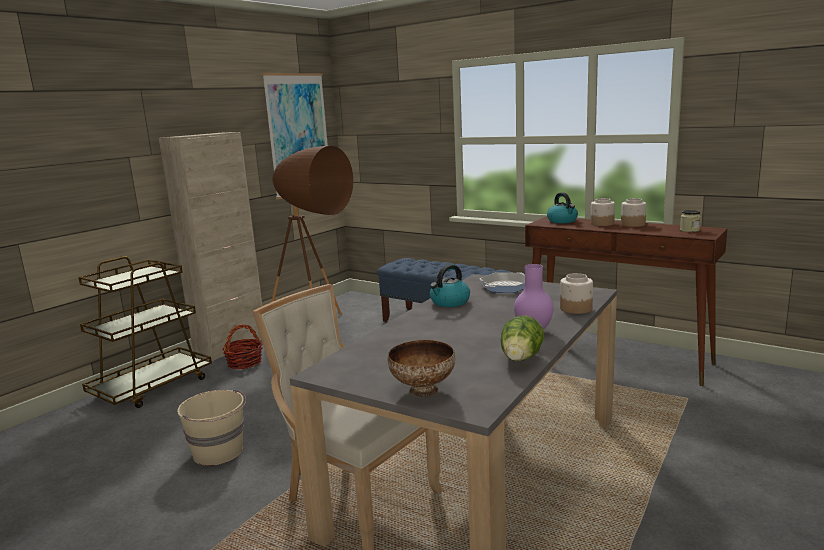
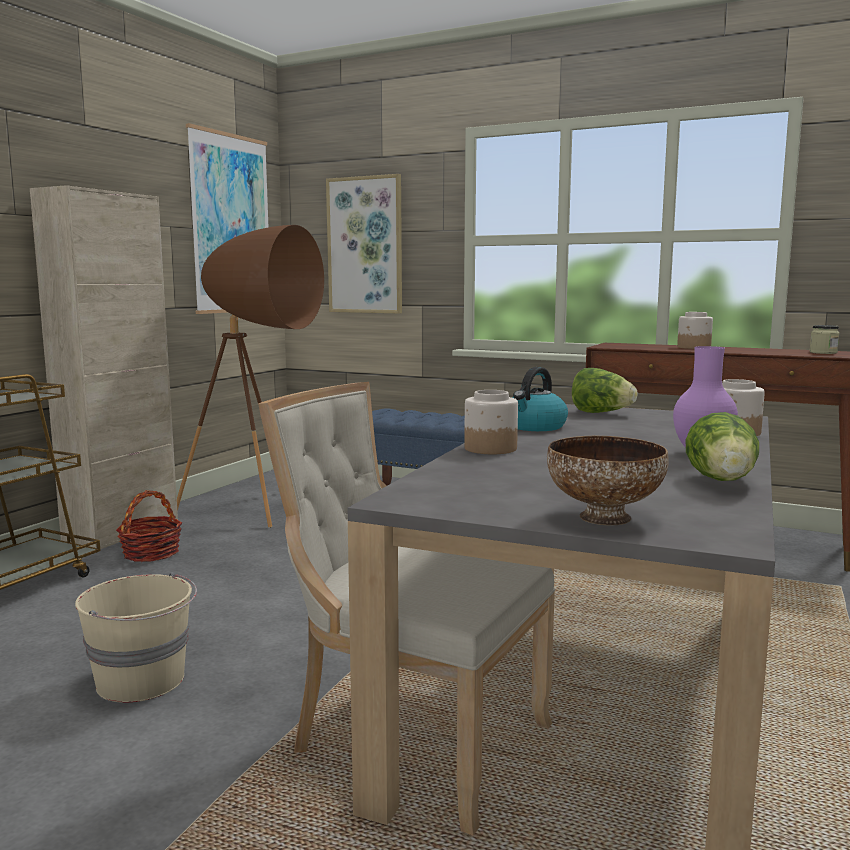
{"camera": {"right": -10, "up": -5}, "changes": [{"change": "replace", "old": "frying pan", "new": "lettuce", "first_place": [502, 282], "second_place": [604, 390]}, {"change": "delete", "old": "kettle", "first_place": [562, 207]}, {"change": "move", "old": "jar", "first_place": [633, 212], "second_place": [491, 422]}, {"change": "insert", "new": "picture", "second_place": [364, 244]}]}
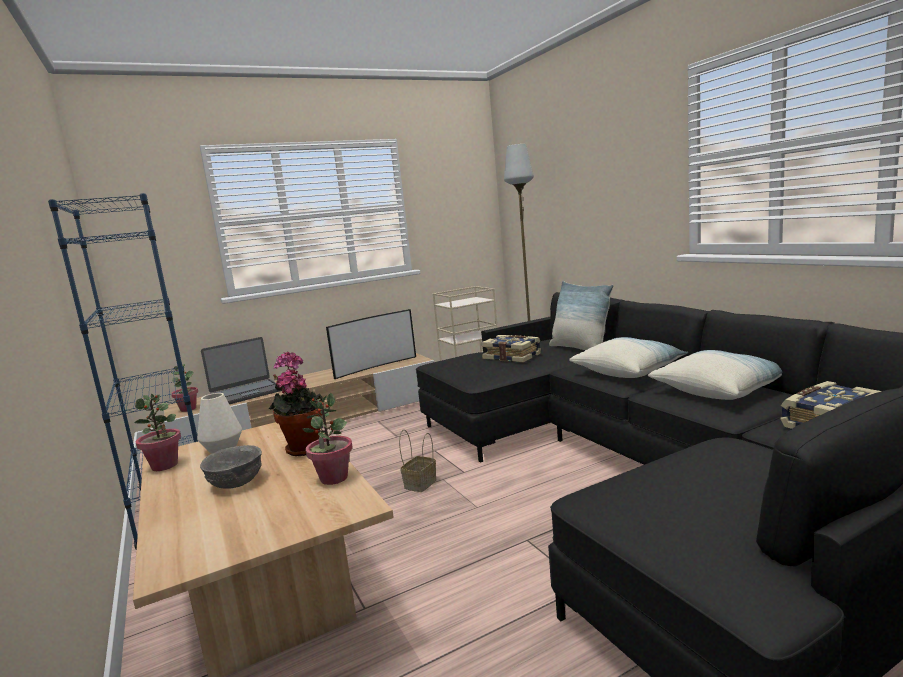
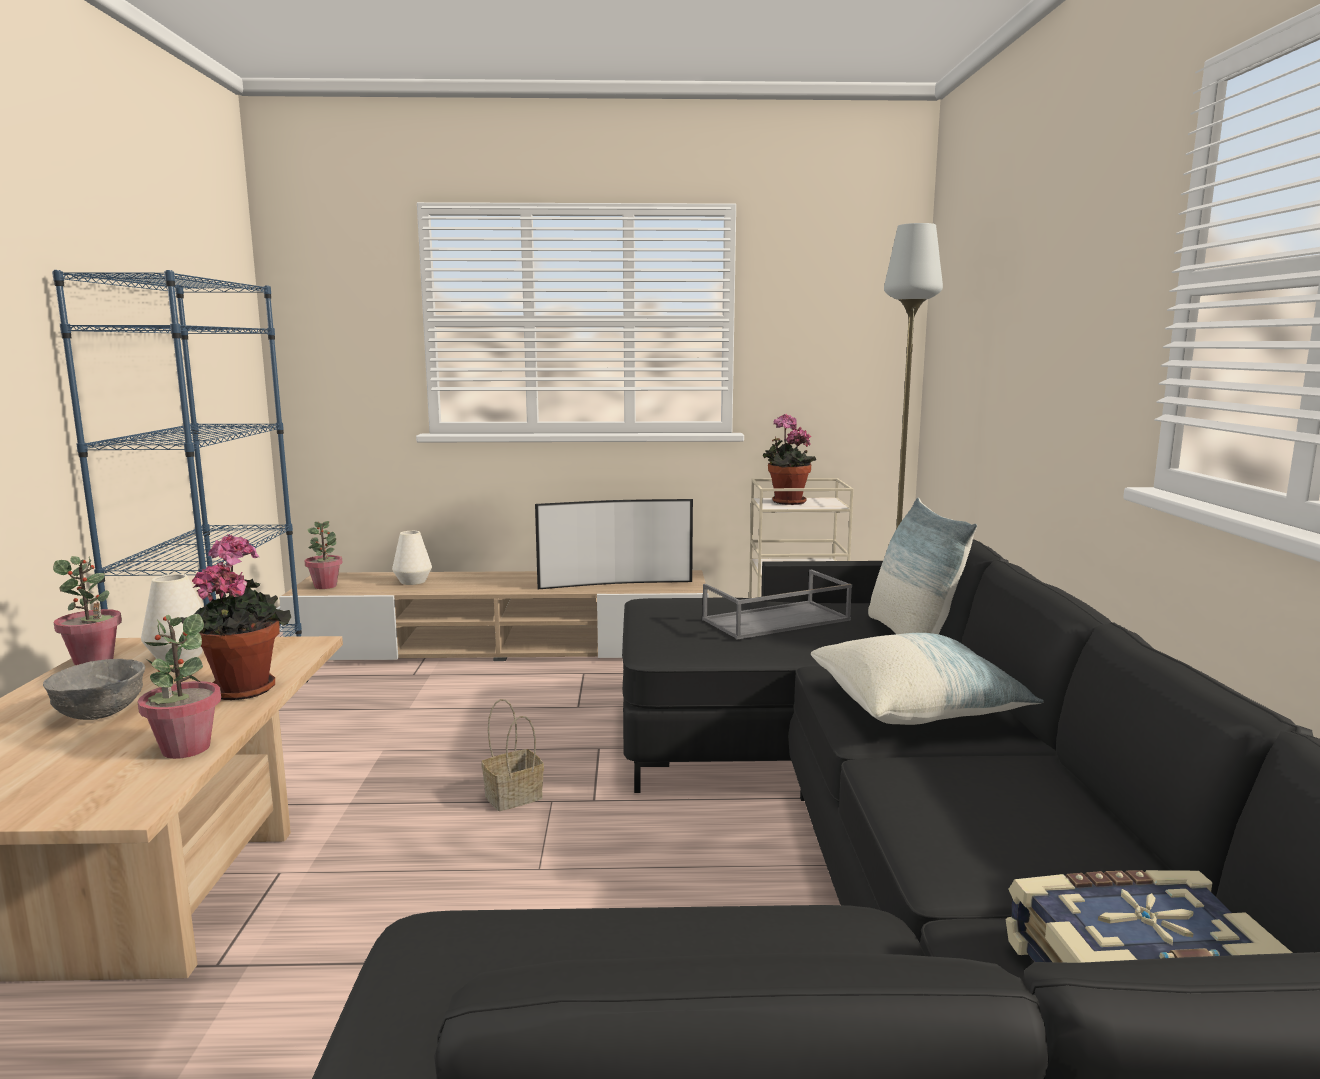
{"camera": {"right": 25, "up": 0}, "changes": [{"change": "replace", "old": "laptop", "new": "white vase", "first_place": [241, 370], "second_place": [412, 558]}, {"change": "replace", "old": "book", "new": "grey tray", "first_place": [511, 348], "second_place": [777, 604]}, {"change": "delete", "old": "pillow", "first_place": [715, 375]}, {"change": "insert", "new": "potted plant", "second_place": [790, 459]}]}
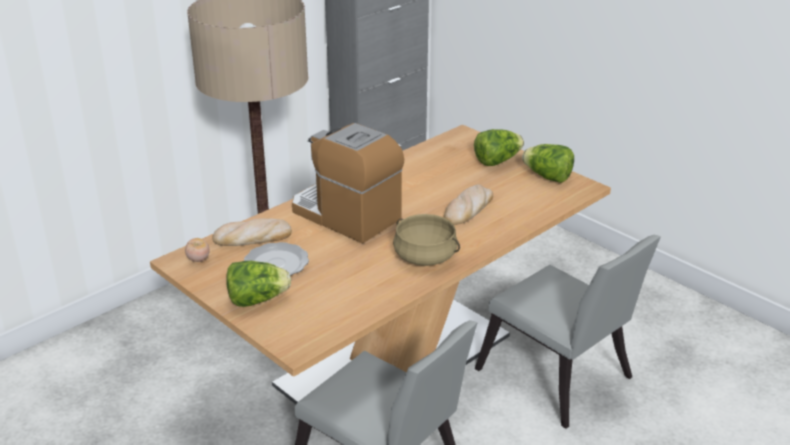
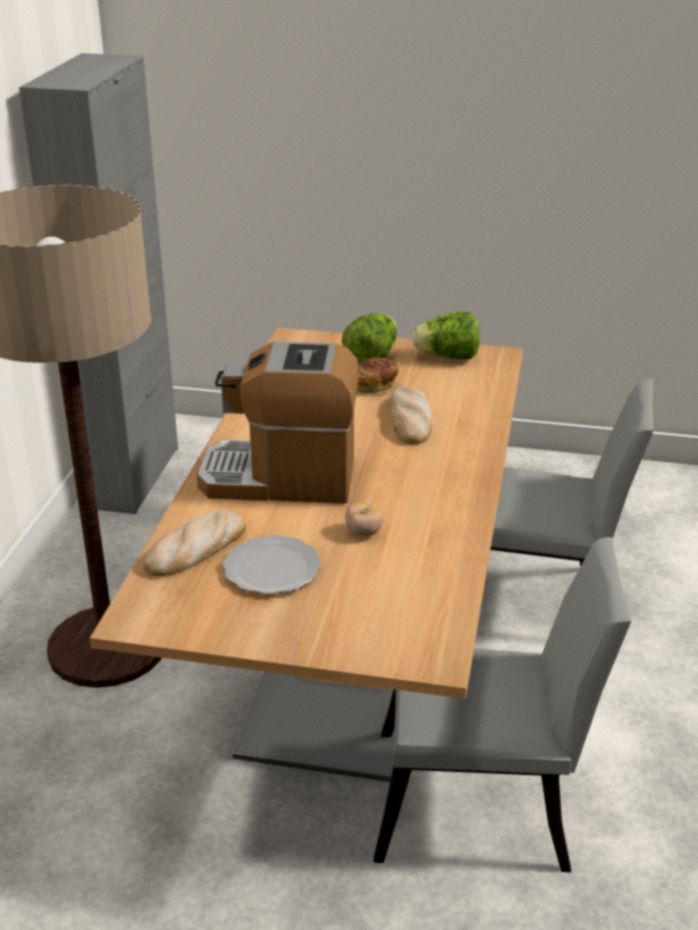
{"camera": {"right": -35, "up": 0}, "changes": [{"change": "move", "old": "tomato", "first_place": [197, 250], "second_place": [364, 519]}, {"change": "delete", "old": "lettuce", "first_place": [258, 284]}, {"change": "delete", "old": "beige cooking pot", "first_place": [426, 240]}, {"change": "insert", "new": "bread", "second_place": [378, 376]}]}
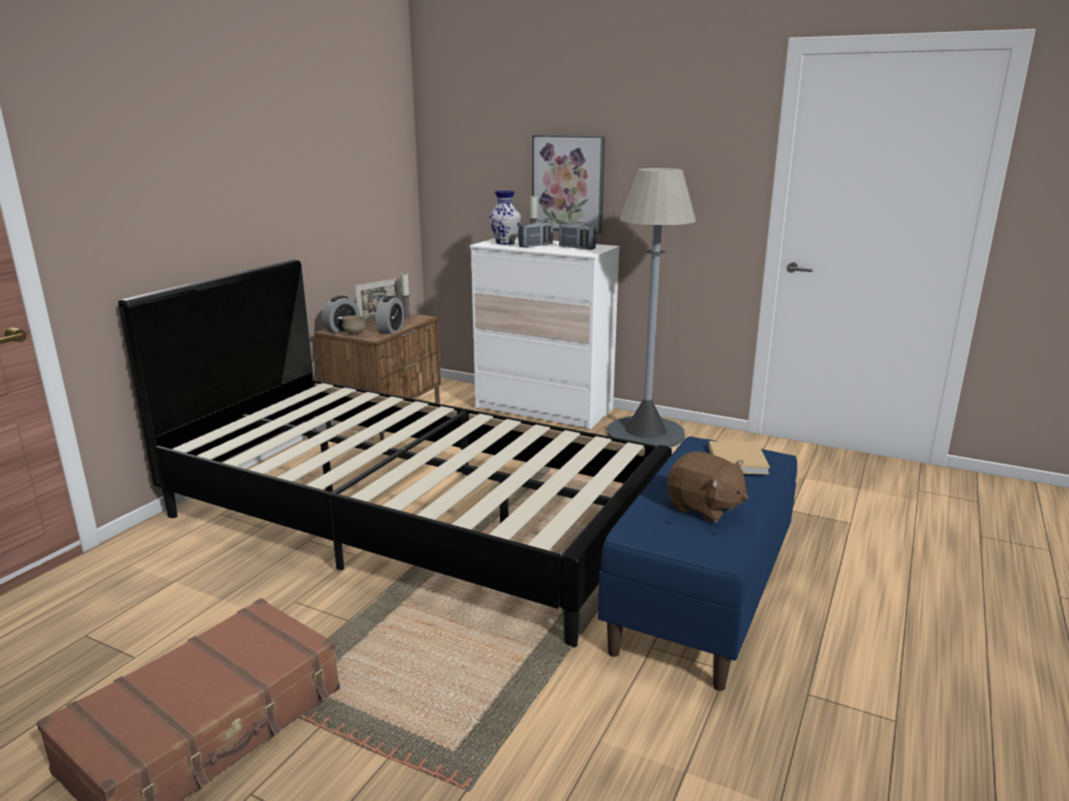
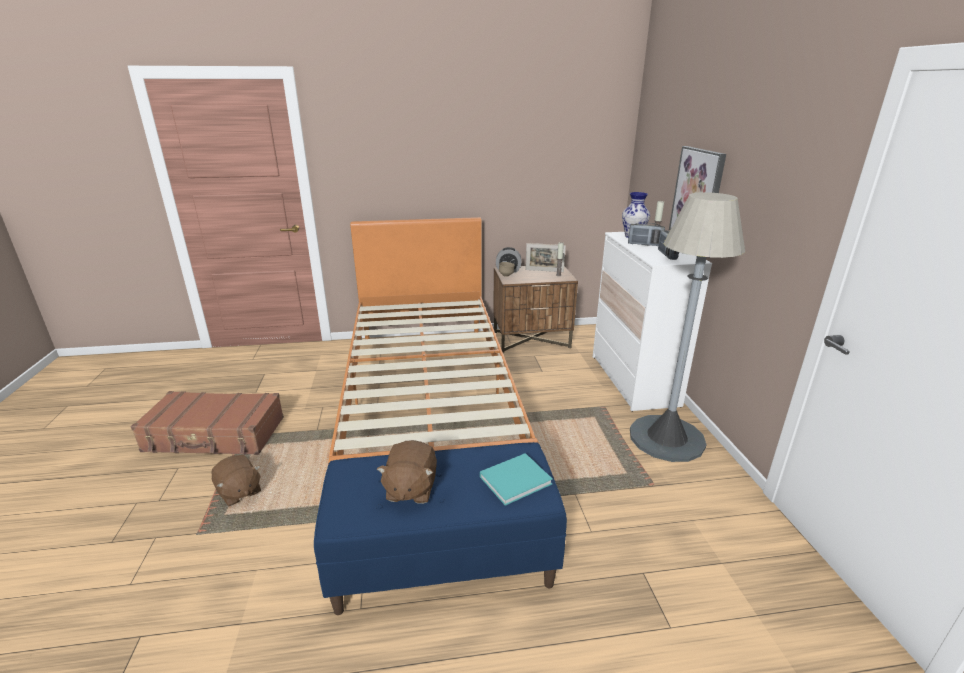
{"camera": {"right": 55, "up": 5}, "changes": [{"change": "recolor", "old": "black bed", "new": "orange bed", "first_place": [395, 454], "second_place": [433, 340]}, {"change": "delete", "old": "alarm clock", "first_place": [389, 315]}, {"change": "recolor", "old": "beige book", "new": "turquoise book", "first_place": [739, 458], "second_place": [516, 479]}, {"change": "insert", "new": "brown plush toy", "second_place": [236, 480]}]}
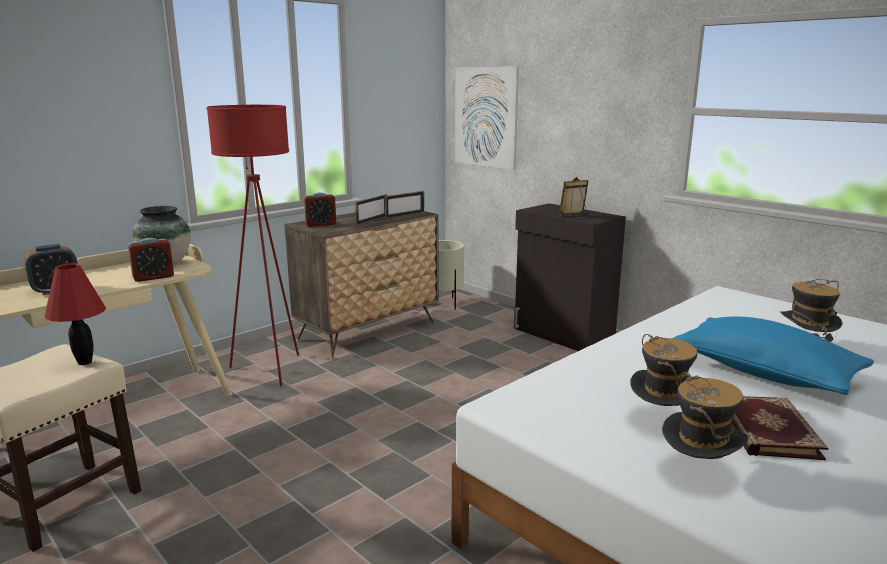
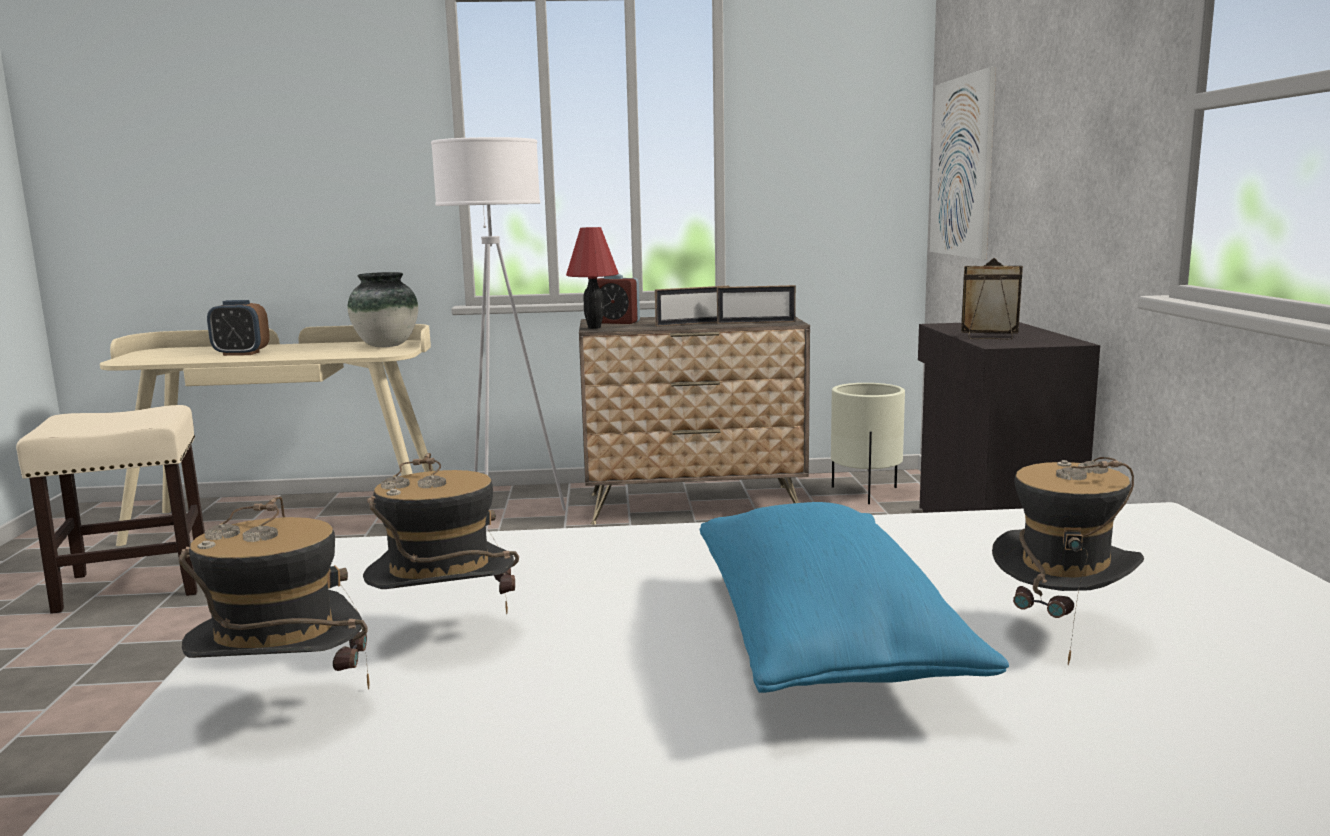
{"camera": {"right": 40, "up": -5}, "changes": [{"change": "move", "old": "red table lamp", "first_place": [75, 314], "second_place": [592, 278]}, {"change": "delete", "old": "alarm clock", "first_place": [151, 260]}, {"change": "recolor", "old": "red floor lamp", "new": "white floor lamp", "first_place": [253, 245], "second_place": [498, 334]}, {"change": "delete", "old": "book", "first_place": [780, 428]}]}
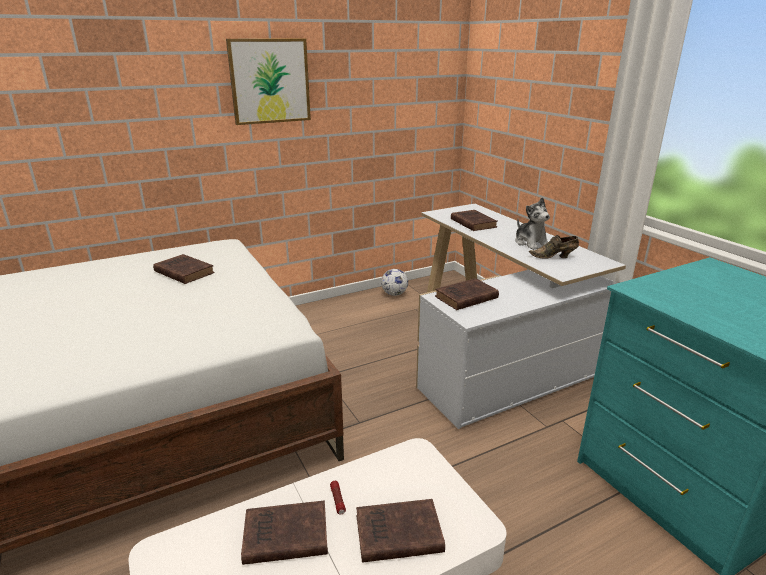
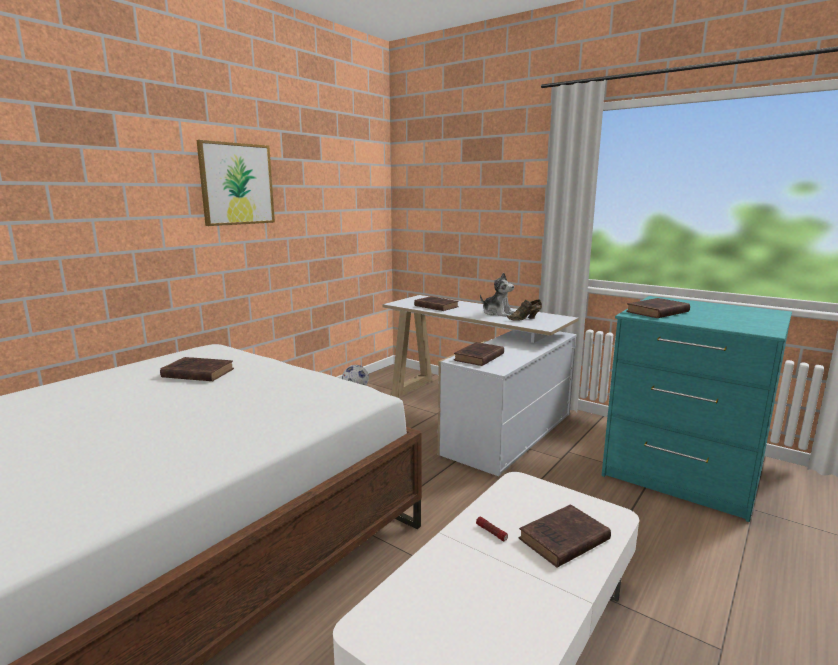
{"camera": {"right": -25, "up": -10}, "changes": [{"change": "move", "old": "brown book", "first_place": [284, 532], "second_place": [658, 308]}]}
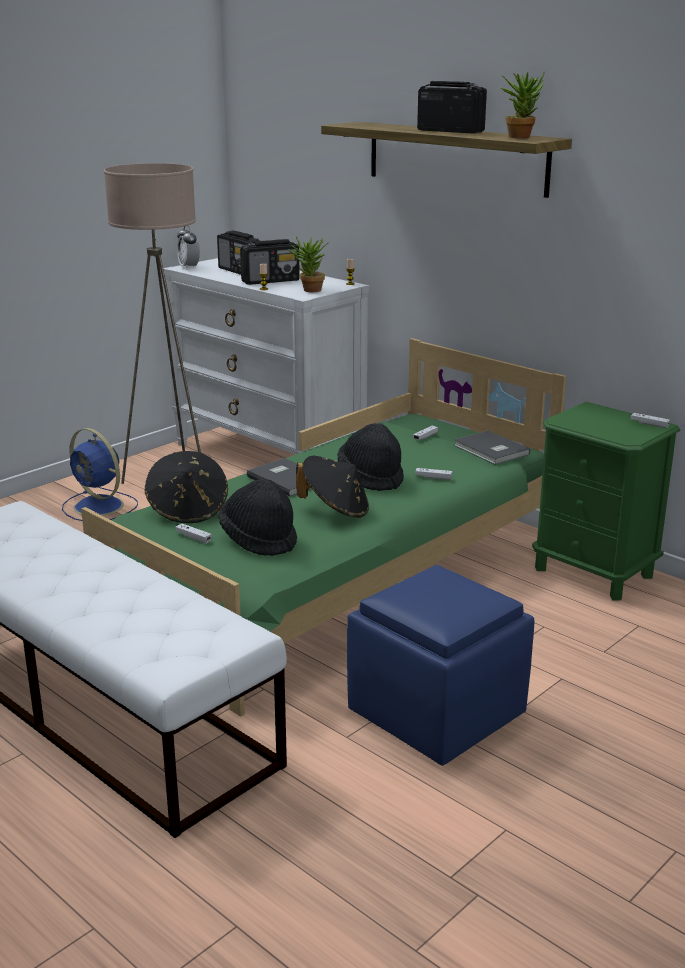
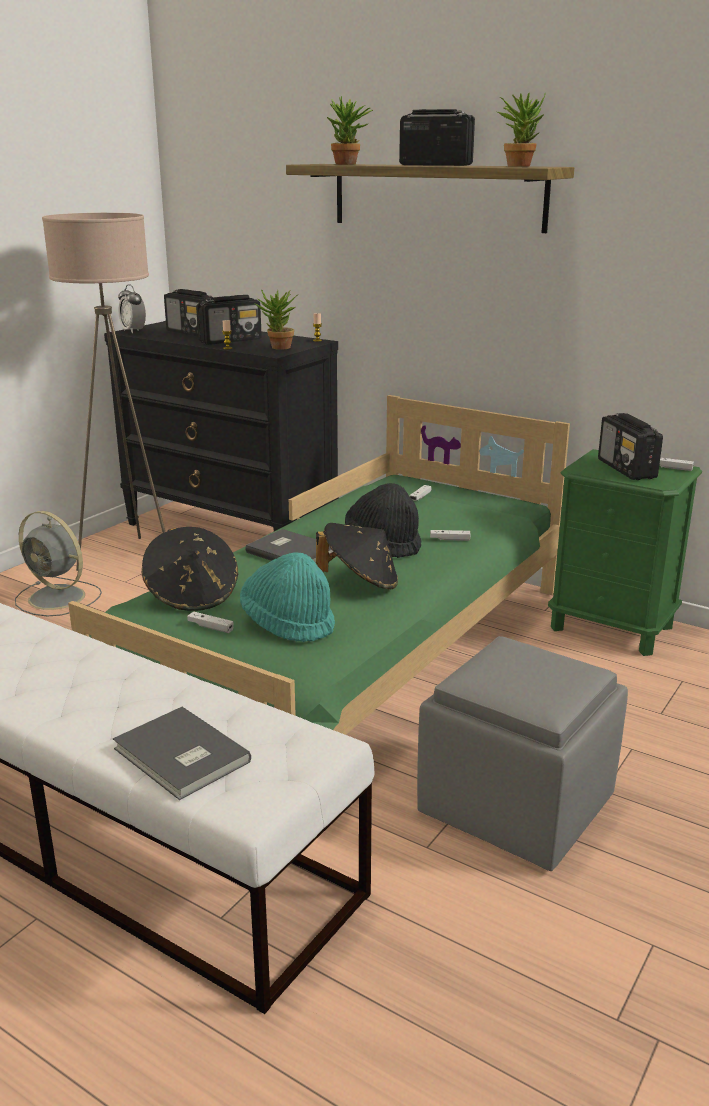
{"camera": {"right": -10, "up": 0}, "changes": [{"change": "recolor", "old": "blue fan", "new": "grey fan", "first_place": [100, 474], "second_place": [58, 563]}, {"change": "recolor", "old": "white dresser", "new": "black dresser", "first_place": [266, 356], "second_place": [221, 426]}, {"change": "recolor", "old": "black hat", "new": "turquoise hat", "first_place": [258, 517], "second_place": [287, 597]}, {"change": "recolor", "old": "blue ottoman", "new": "grey ottoman", "first_place": [440, 665], "second_place": [522, 753]}, {"change": "move", "old": "grey book", "first_place": [492, 448], "second_place": [182, 753]}, {"change": "insert", "new": "potted plant", "second_place": [350, 130]}, {"change": "insert", "new": "radio", "second_place": [630, 446]}]}
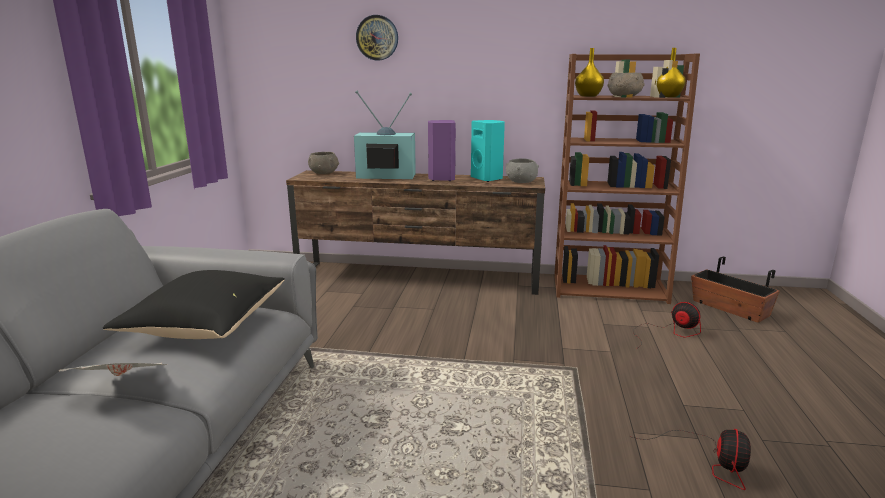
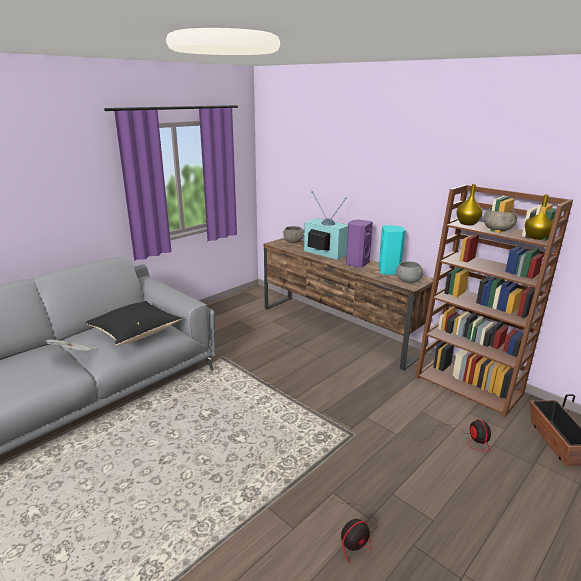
{"camera": {"right": 35, "up": 5}, "changes": [{"change": "delete", "old": "wall clock", "first_place": [377, 37]}]}
